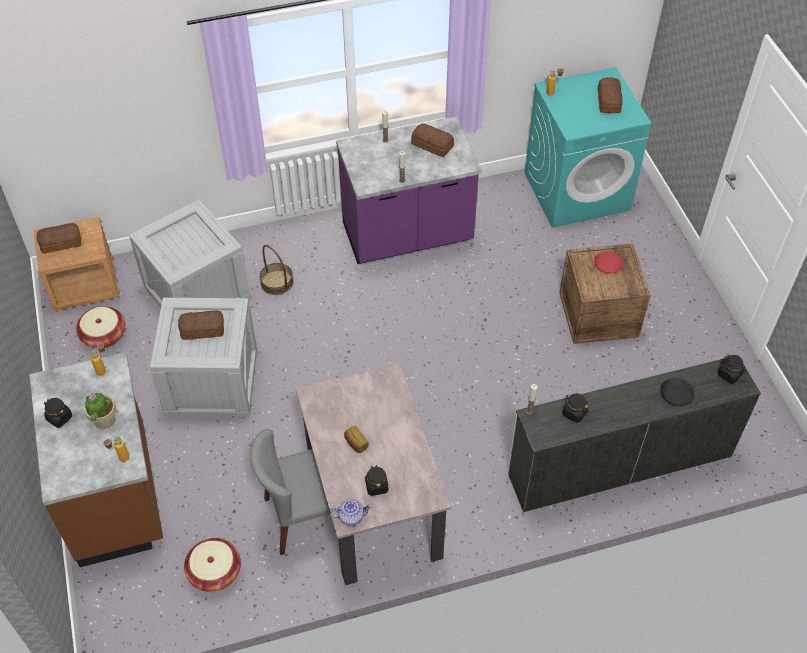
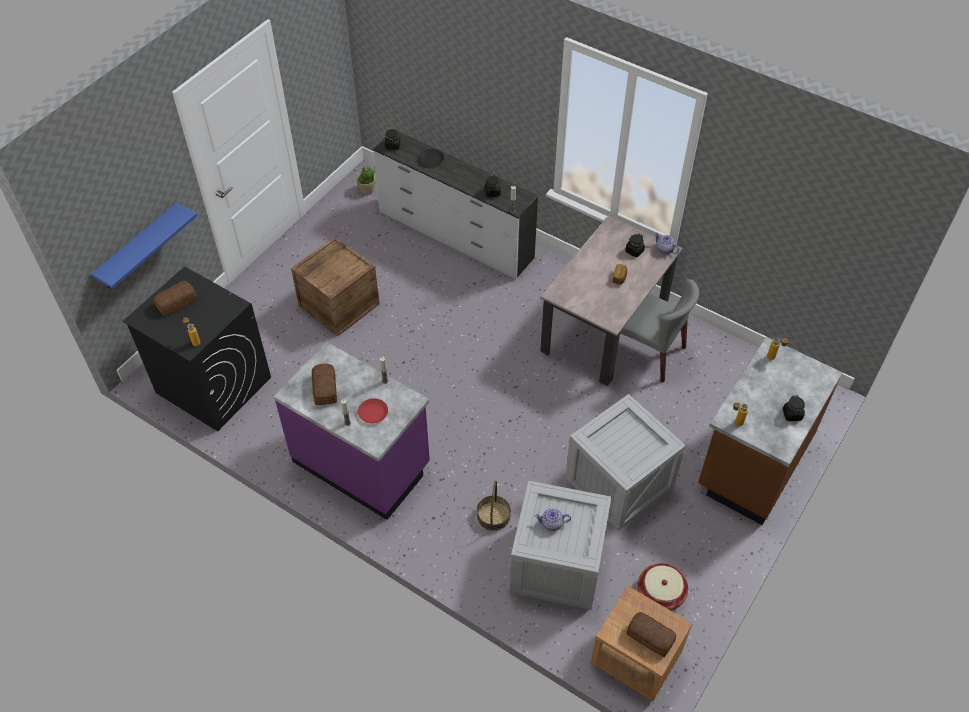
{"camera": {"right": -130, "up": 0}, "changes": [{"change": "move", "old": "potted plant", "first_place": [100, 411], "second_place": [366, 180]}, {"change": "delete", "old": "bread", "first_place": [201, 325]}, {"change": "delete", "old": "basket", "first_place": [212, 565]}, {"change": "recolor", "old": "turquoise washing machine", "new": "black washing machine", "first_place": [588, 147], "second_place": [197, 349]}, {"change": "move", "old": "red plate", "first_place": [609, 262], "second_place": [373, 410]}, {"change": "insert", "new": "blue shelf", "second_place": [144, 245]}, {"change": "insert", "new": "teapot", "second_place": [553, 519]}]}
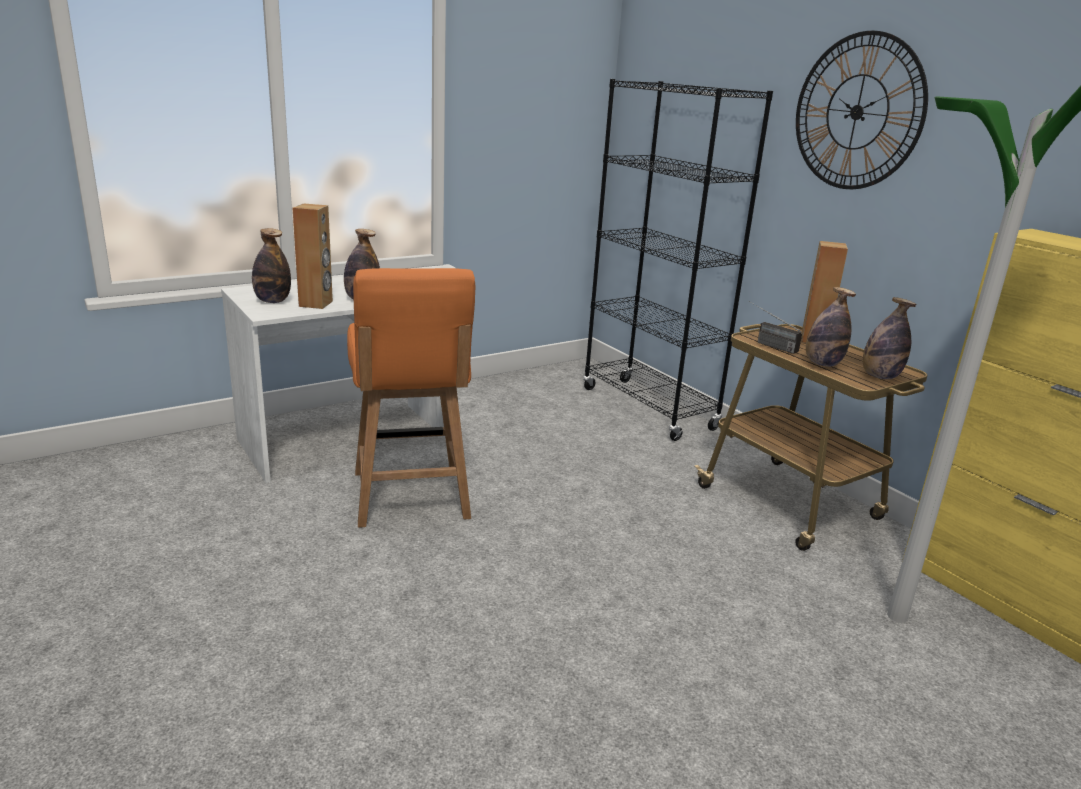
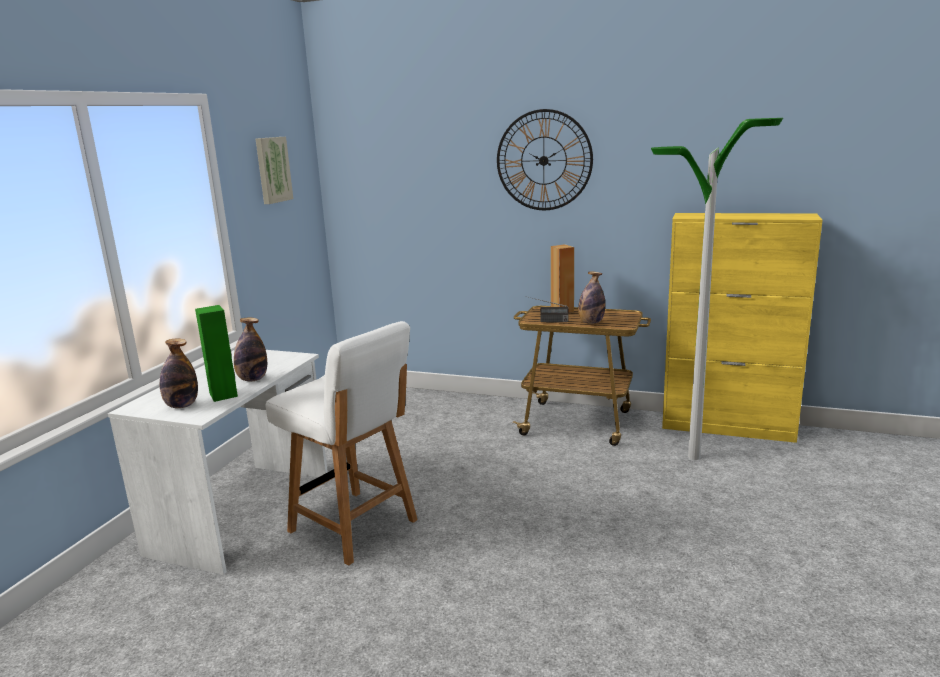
{"camera": {"right": -35, "up": -5}, "changes": [{"change": "recolor", "old": "brown speaker", "new": "green speaker", "first_place": [313, 256], "second_place": [216, 353]}, {"change": "recolor", "old": "orange chair", "new": "white chair", "first_place": [411, 398], "second_place": [341, 443]}, {"change": "delete", "old": "black bookcase", "first_place": [678, 260]}, {"change": "delete", "old": "bottle", "first_place": [889, 338]}, {"change": "insert", "new": "picture", "second_place": [274, 170]}]}
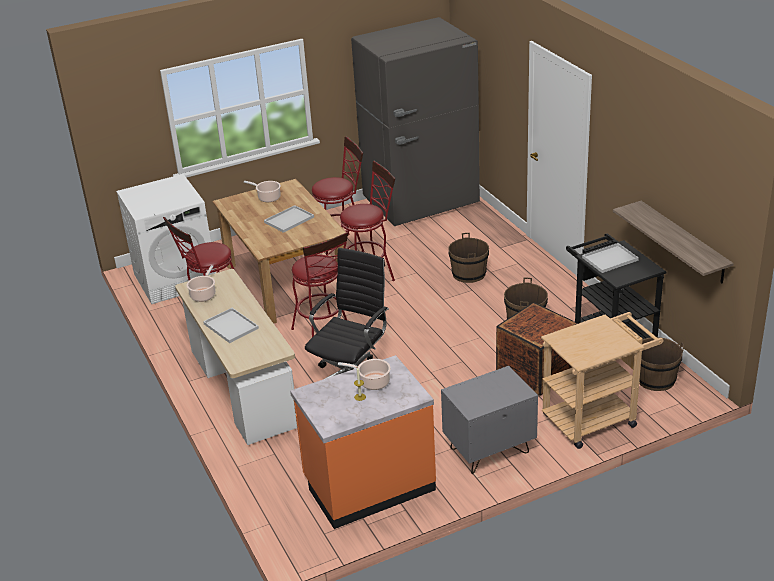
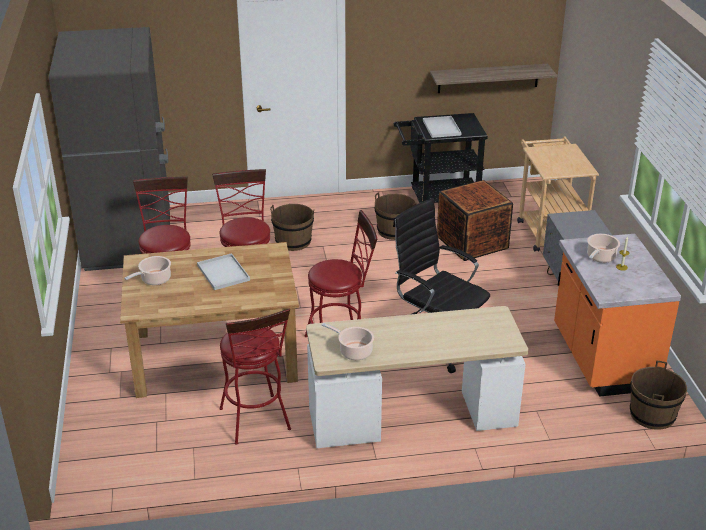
{"camera": {"right": -75, "up": 0}, "changes": [{"change": "delete", "old": "white washing machine", "first_place": [166, 239]}, {"change": "delete", "old": "white tray", "first_place": [231, 325]}, {"change": "move", "old": "brown bucket", "first_place": [661, 364], "second_place": [658, 395]}]}
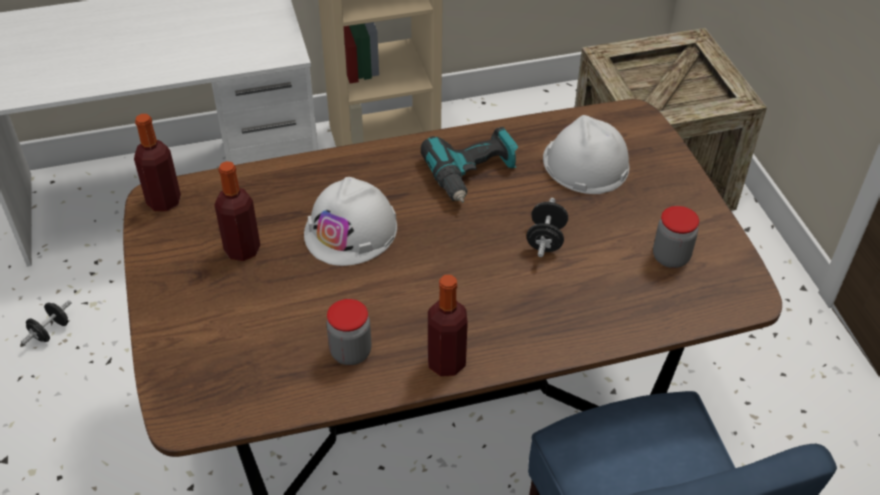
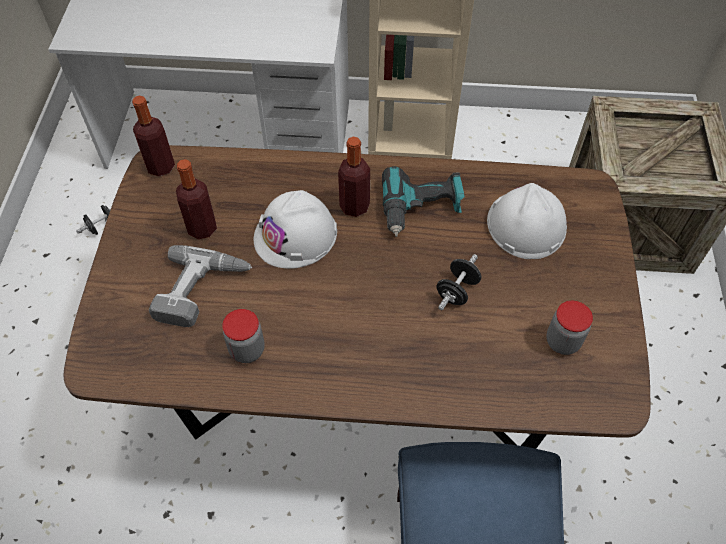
{"camera": {"right": 20, "up": 10}, "changes": [{"change": "move", "old": "bottle", "first_place": [448, 325], "second_place": [354, 177]}, {"change": "insert", "new": "power drill", "second_place": [200, 286]}]}
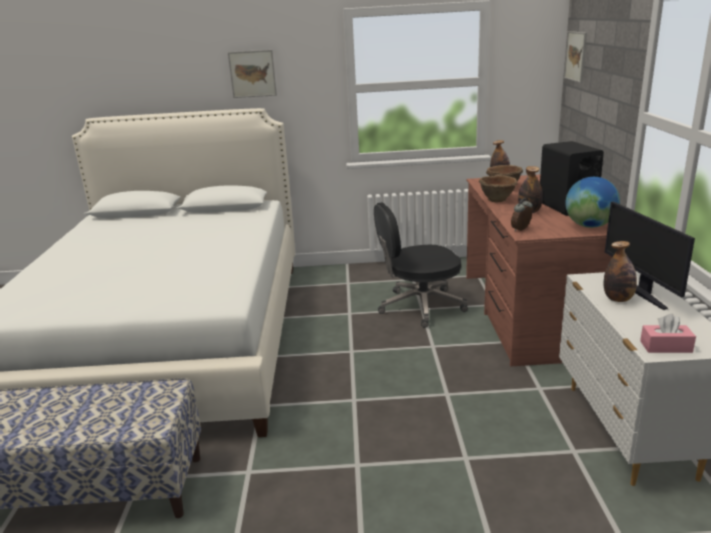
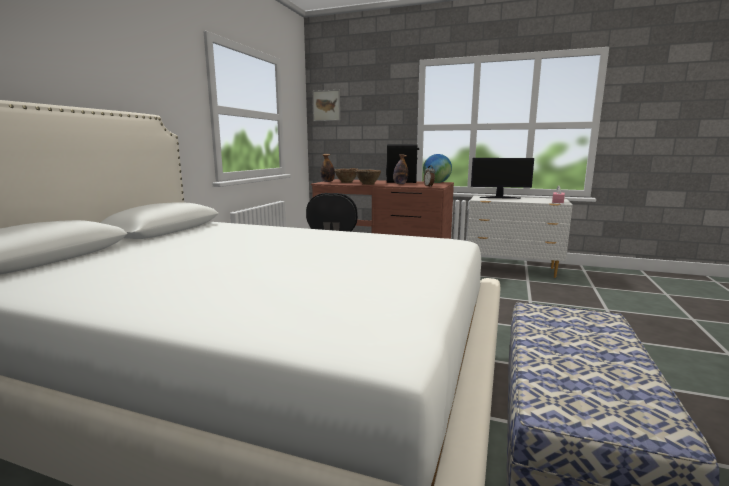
{"camera": {"right": -70, "up": -10}, "changes": [{"change": "delete", "old": "picture", "first_place": [252, 74]}, {"change": "delete", "old": "bottle", "first_place": [620, 271]}]}
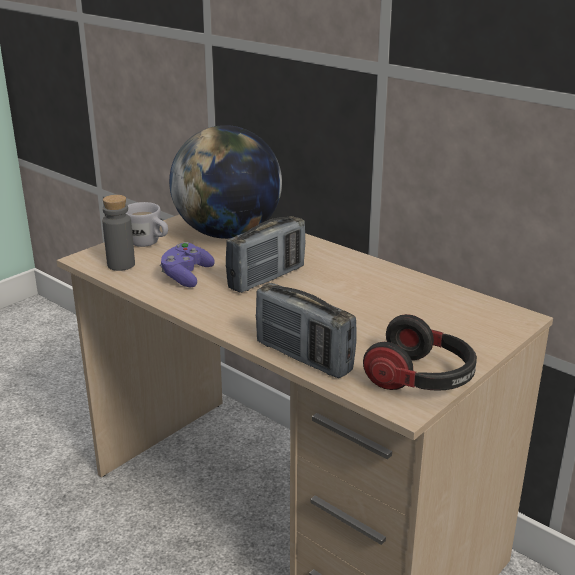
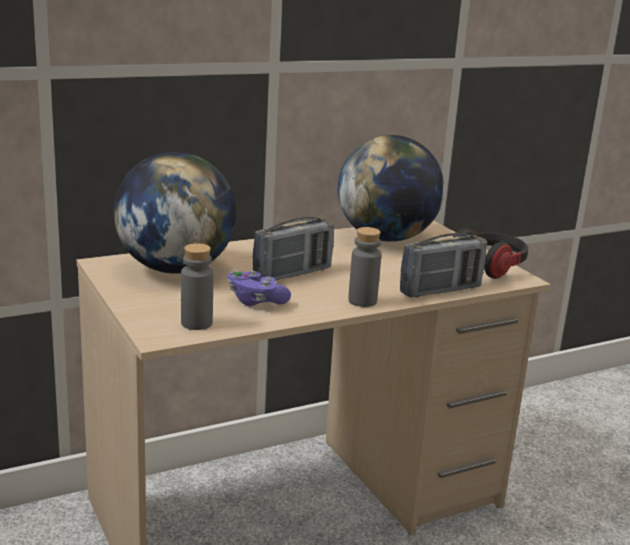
{"camera": {"right": -70, "up": -5}, "changes": [{"change": "delete", "old": "white mug", "first_place": [147, 224]}, {"change": "rotate", "old": "radio", "first_place": [265, 254], "second_place": [293, 248], "degrees": 75}, {"change": "insert", "new": "globe", "second_place": [391, 188]}, {"change": "insert", "new": "grey bottle", "second_place": [364, 267]}]}
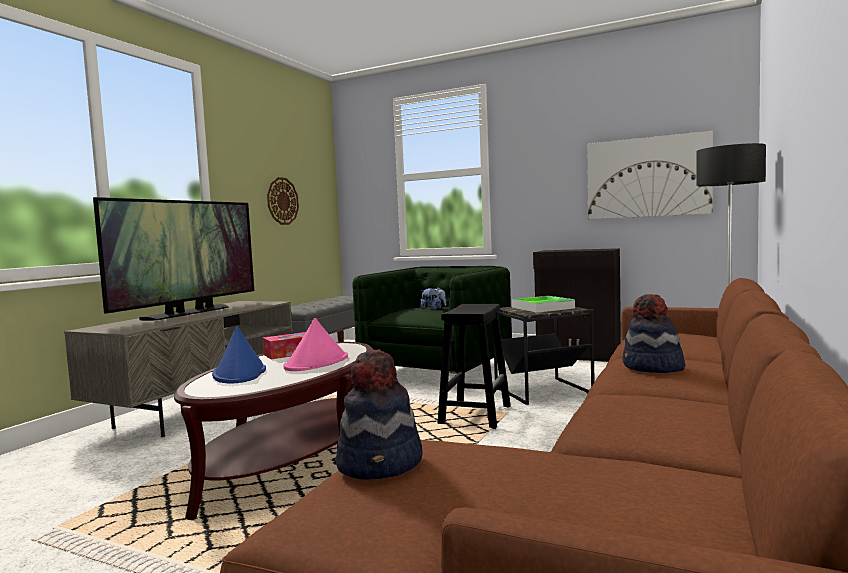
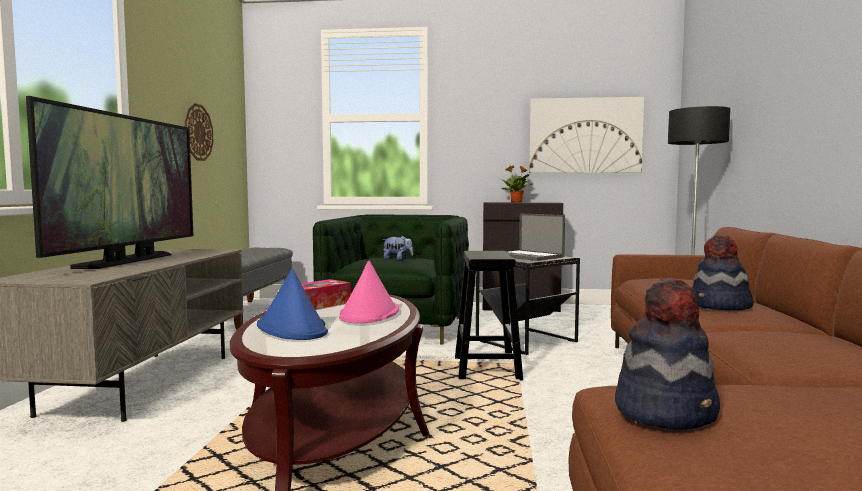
{"camera": {"right": -20, "up": 0}, "changes": [{"change": "replace", "old": "tray", "new": "laptop", "first_place": [543, 304], "second_place": [535, 237]}, {"change": "insert", "new": "potted plant", "second_place": [517, 183]}]}
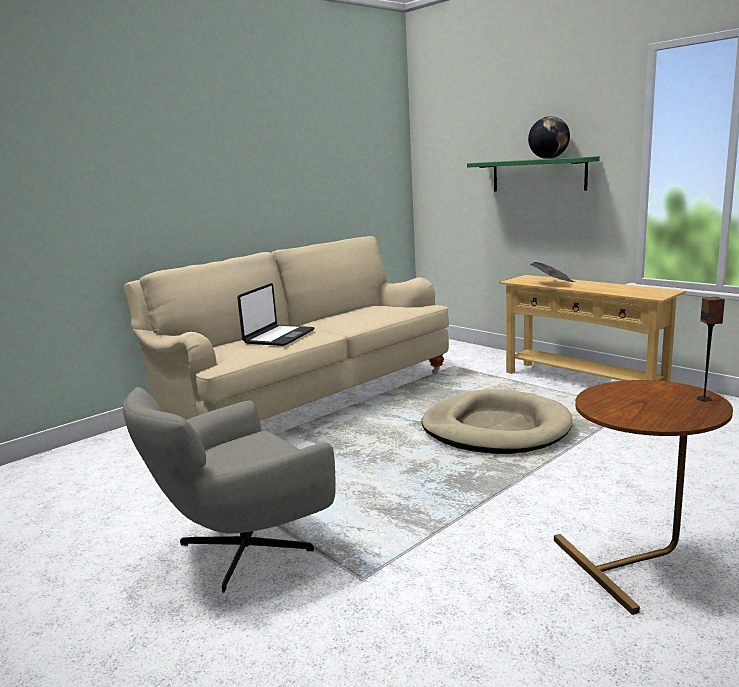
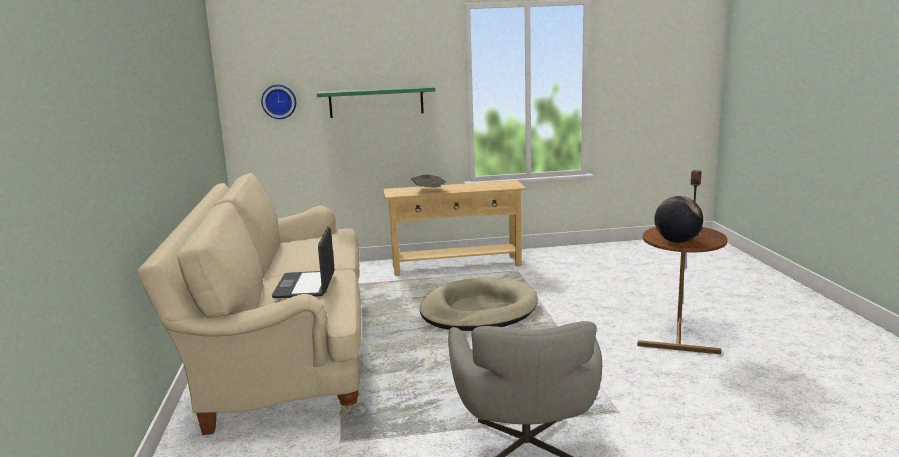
{"camera": {"right": -55, "up": 0}, "changes": [{"change": "rotate", "old": "laptop", "first_place": [276, 314], "second_place": [303, 262], "degrees": -150}, {"change": "move", "old": "globe", "first_place": [549, 137], "second_place": [678, 219]}, {"change": "insert", "new": "wall clock", "second_place": [278, 102]}]}
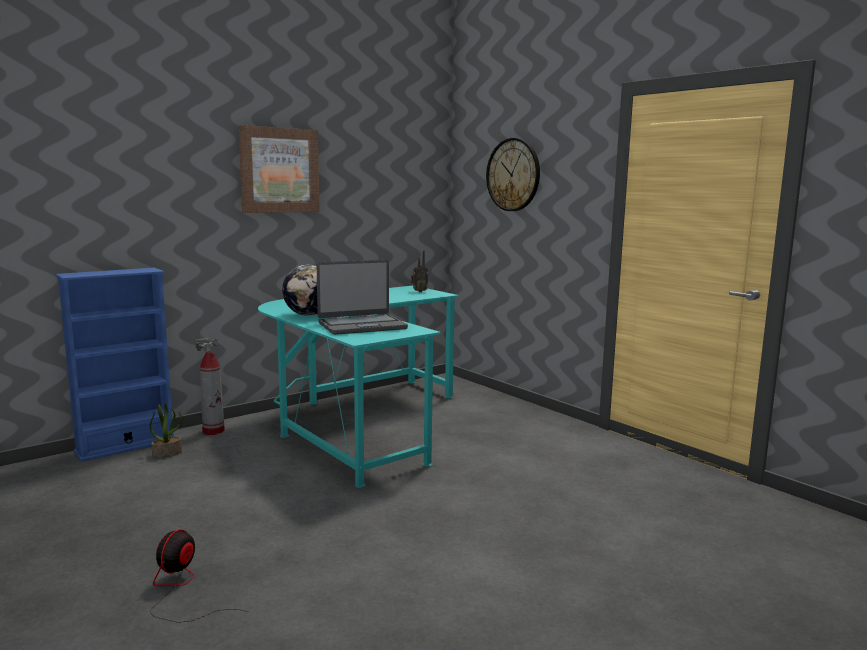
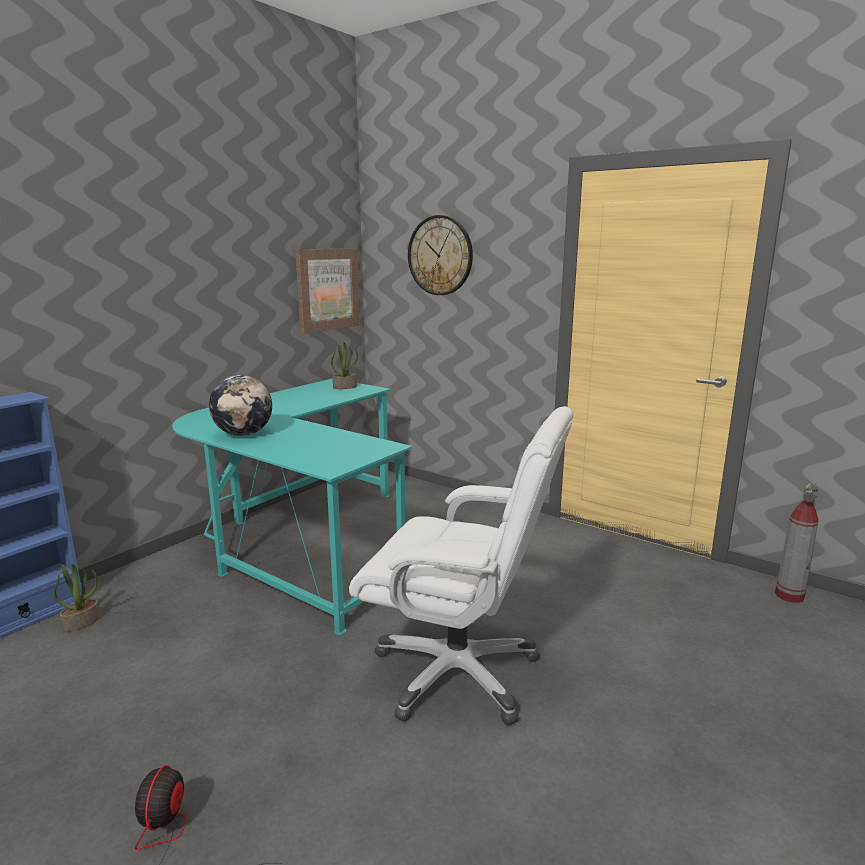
{"camera": {"right": -15, "up": 5}, "changes": [{"change": "move", "old": "fire extinguisher", "first_place": [210, 386], "second_place": [797, 543]}, {"change": "move", "old": "picture", "first_place": [279, 169], "second_place": [327, 291]}, {"change": "delete", "old": "laptop", "first_place": [362, 297]}, {"change": "replace", "old": "radio", "new": "potted plant", "first_place": [419, 271], "second_place": [344, 365]}, {"change": "insert", "new": "white office chair", "second_place": [461, 566]}]}
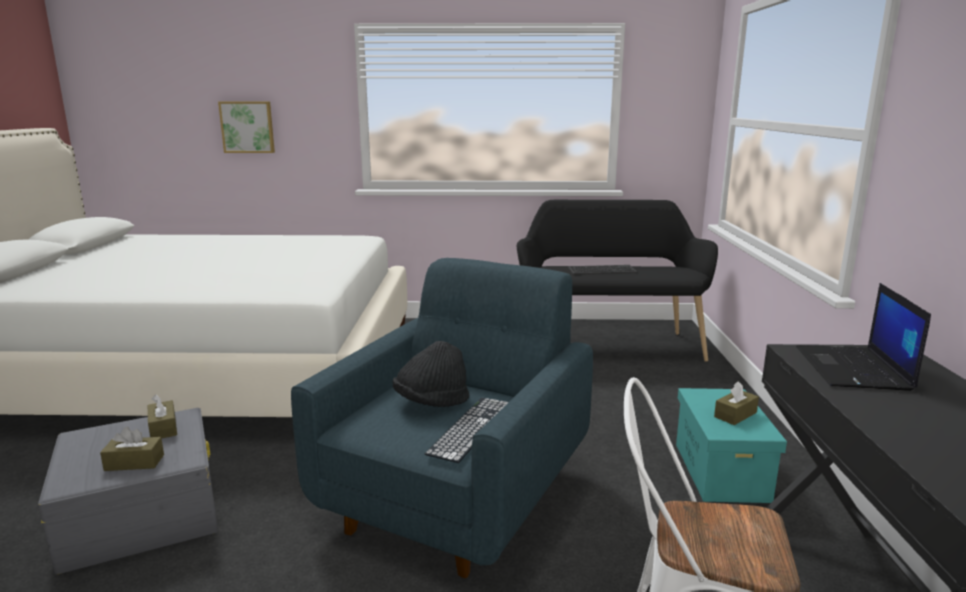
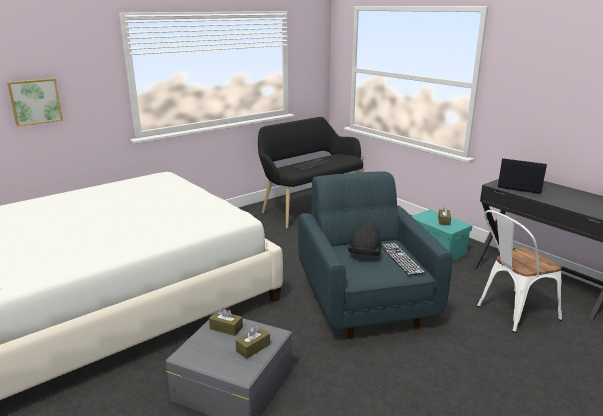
{"camera": {"right": -40, "up": 5}, "changes": [{"change": "rotate", "old": "laptop", "first_place": [863, 337], "second_place": [522, 176], "degrees": 150}]}
